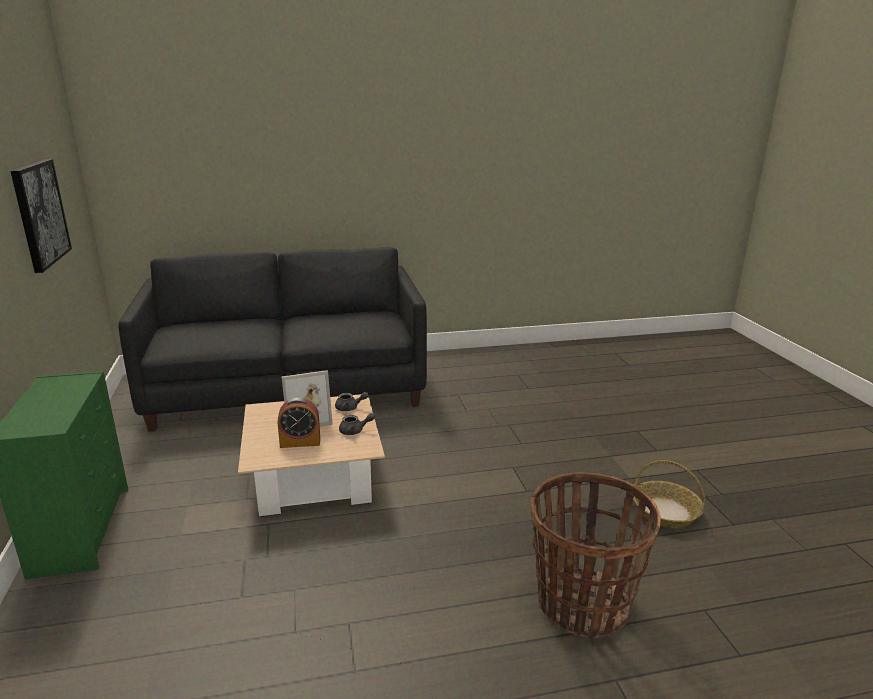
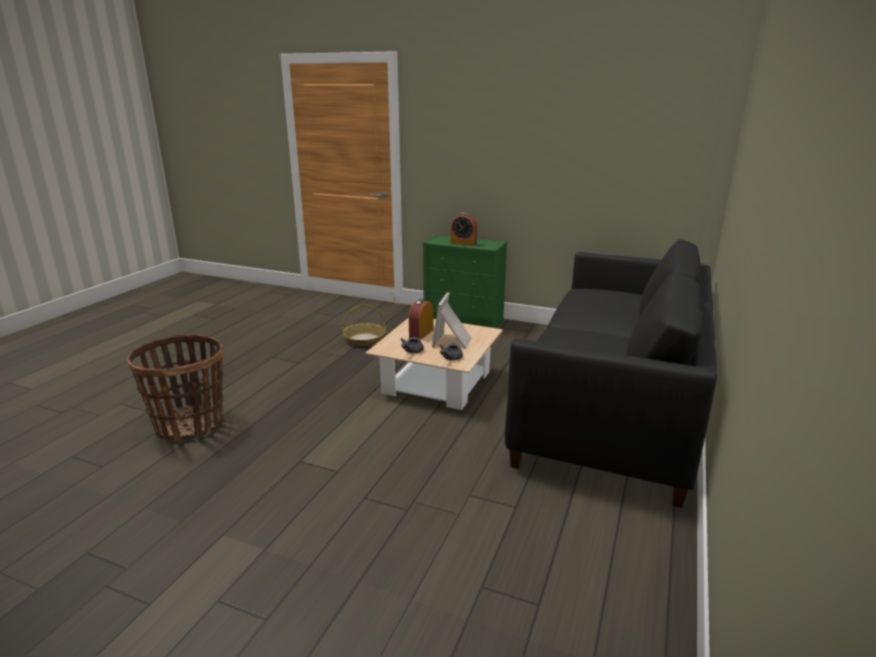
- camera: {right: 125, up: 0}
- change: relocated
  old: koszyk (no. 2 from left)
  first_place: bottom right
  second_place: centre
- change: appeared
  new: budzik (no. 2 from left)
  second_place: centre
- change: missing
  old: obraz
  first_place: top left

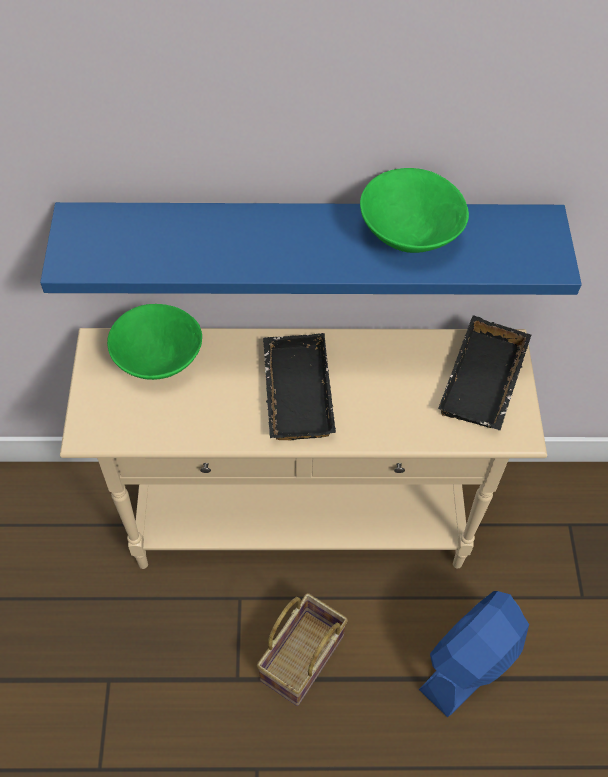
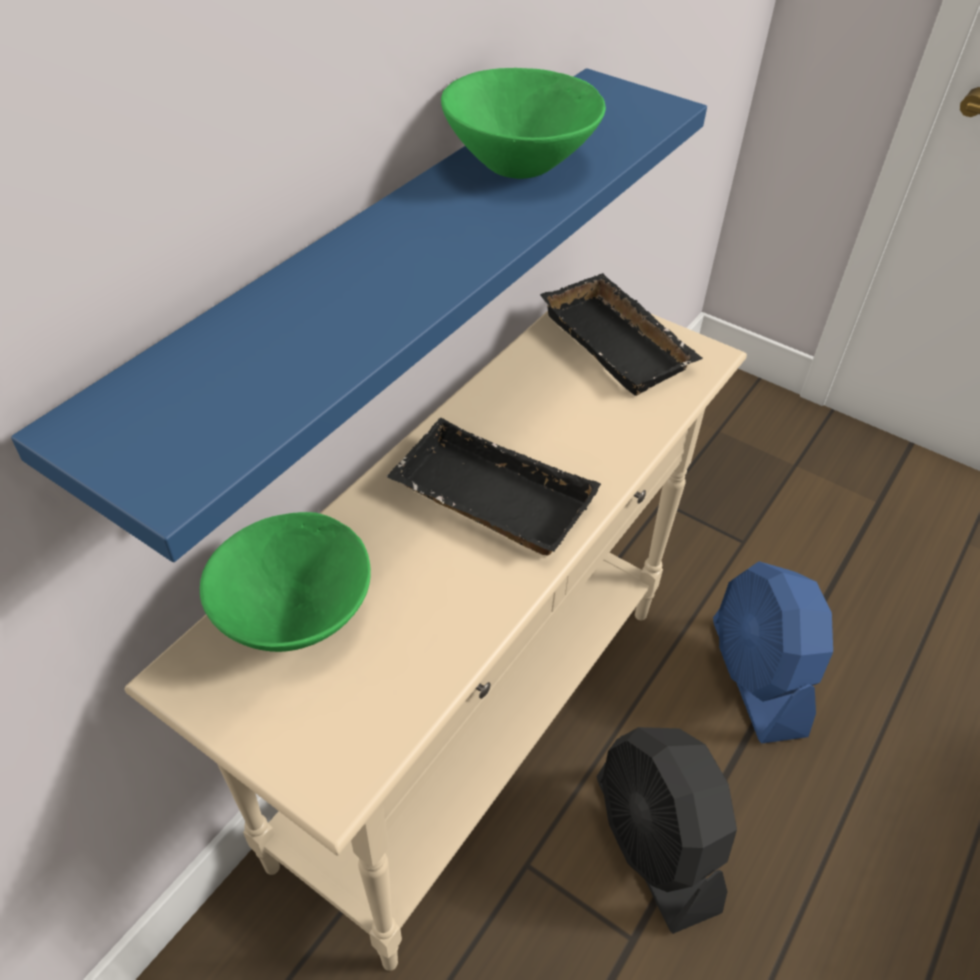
- camera: {right: -55, up: -10}
- change: exchanged
  old: koszyk
  new: wentylator [czarny]
  first_place: bottom centre
  second_place: bottom right

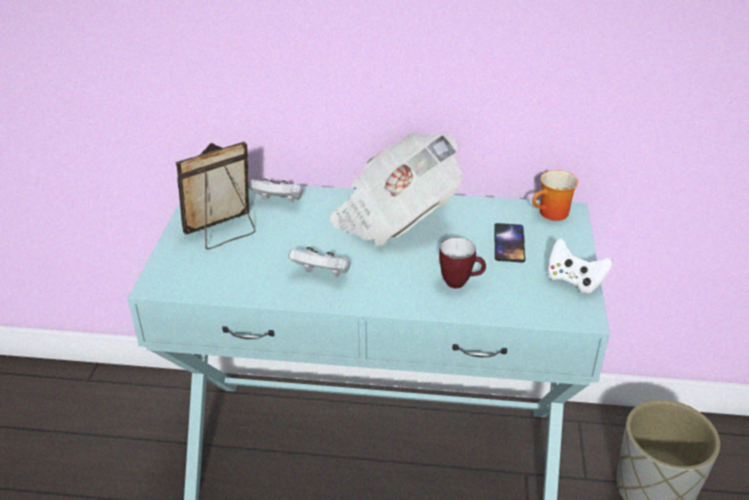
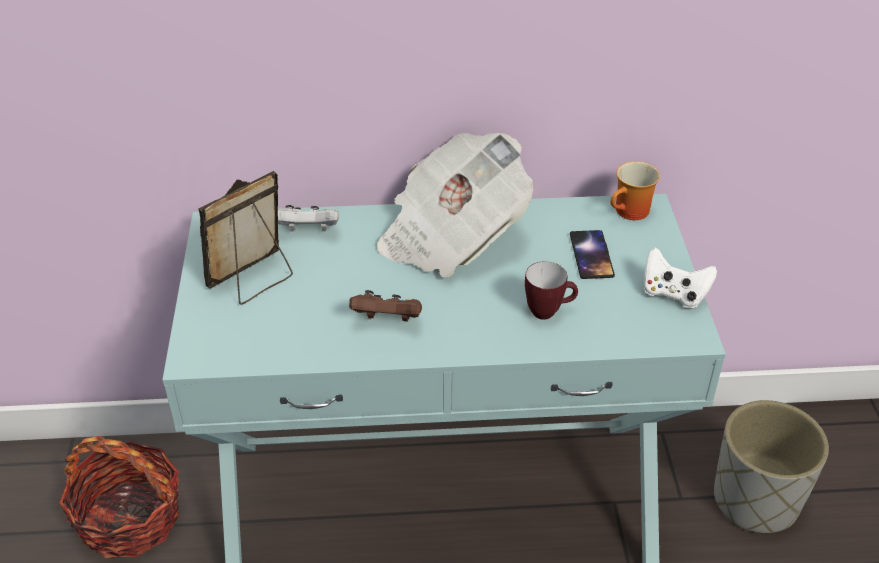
- camera: {right: -10, up: 5}
- change: appeared
  new: koszyk
  second_place: bottom left
- change: colour
  old: pad do gier [biały] (no. 2 from left)
  new: pad do gier [brązowy]
  first_place: centre
  second_place: centre

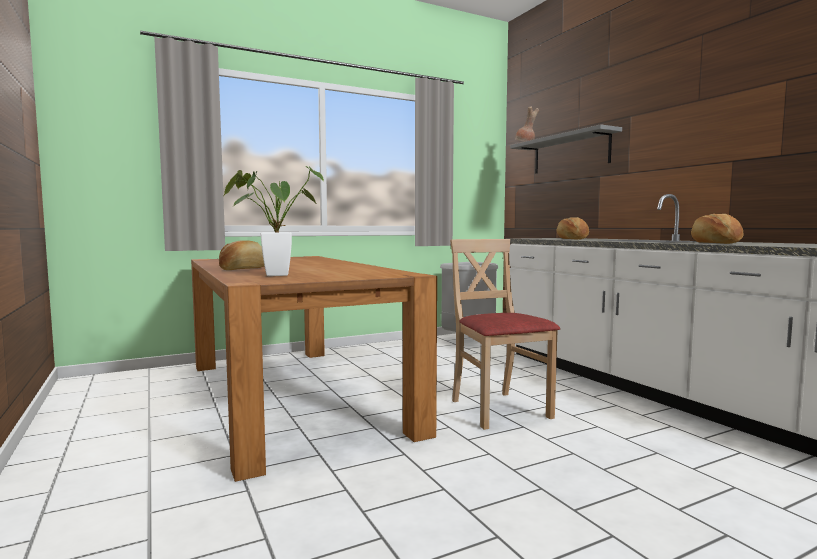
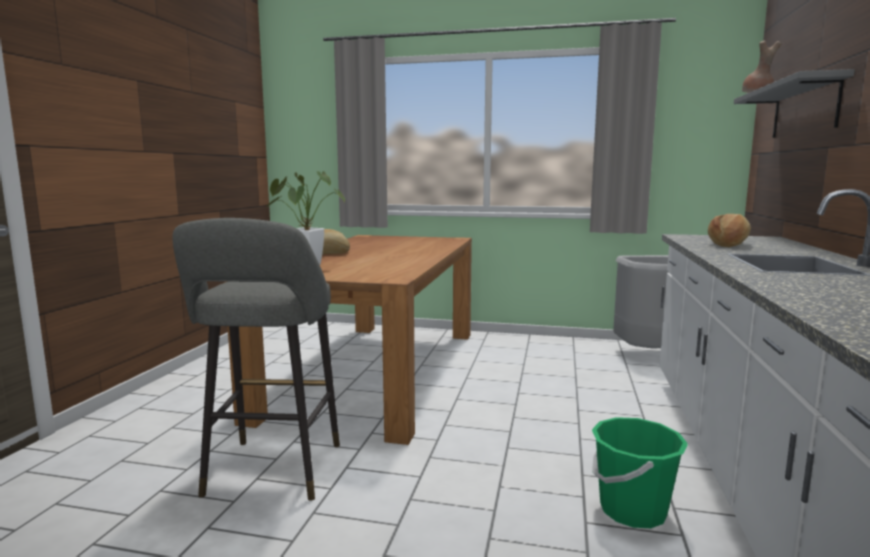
- camera: {right: 40, up: 5}
- change: appeared
  new: stołek [szary]
  second_place: middle left
- change: appeared
  new: wiadro [zielony]
  second_place: bottom right
- change: missing
  old: krzesło [beżowy]
  first_place: centre
- change: missing
  old: chleb (no. 3 from left)
  first_place: middle right

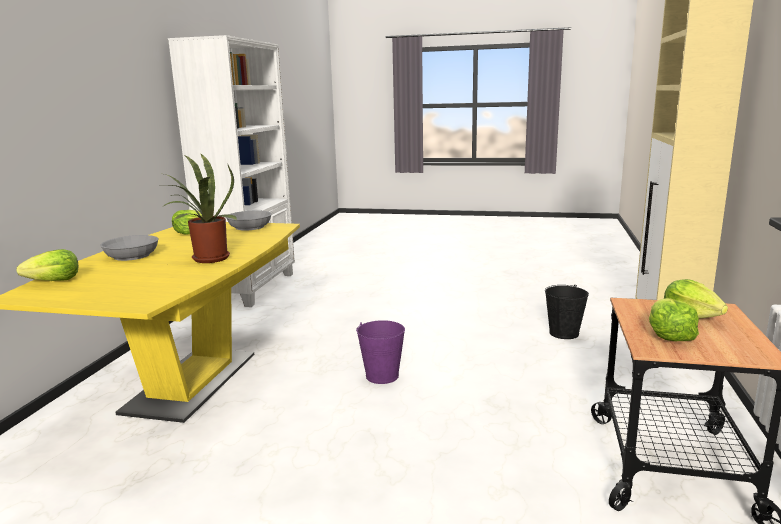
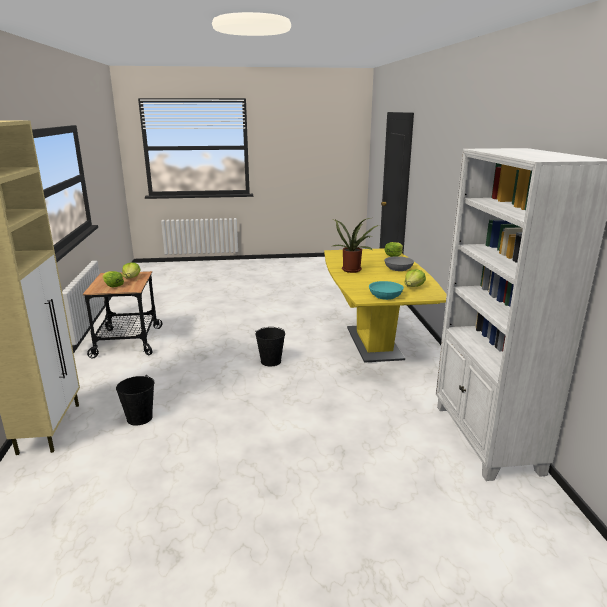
- camera: {right: 160, up: 5}
- change: colour
  old: wiadro [fioletowy]
  new: wiadro [czarny] (no. 2 from left)
  first_place: bottom centre
  second_place: centre
- change: colour
  old: miska [szary] (no. 2 from left)
  new: miska [turkusowy]
  first_place: middle left
  second_place: centre

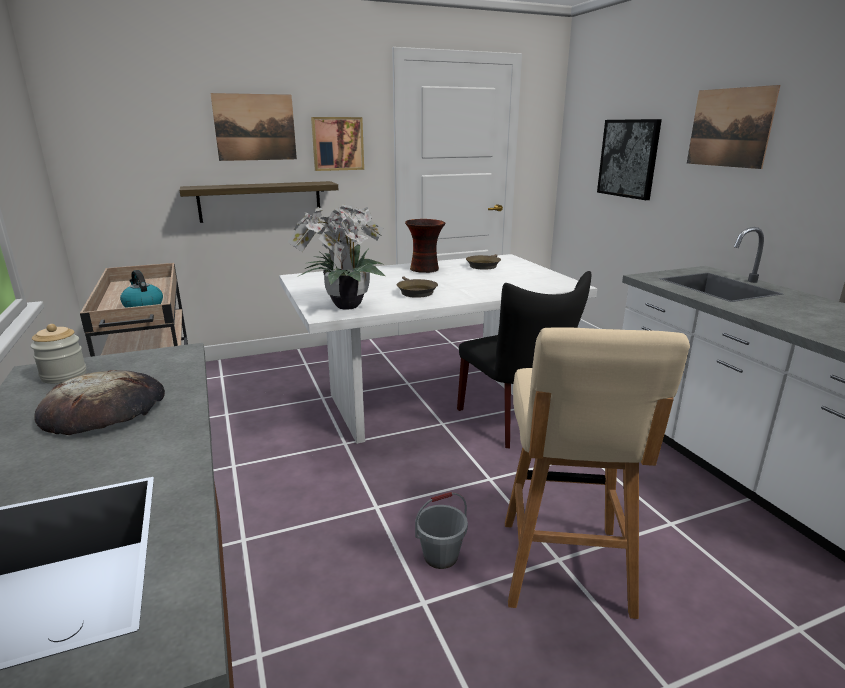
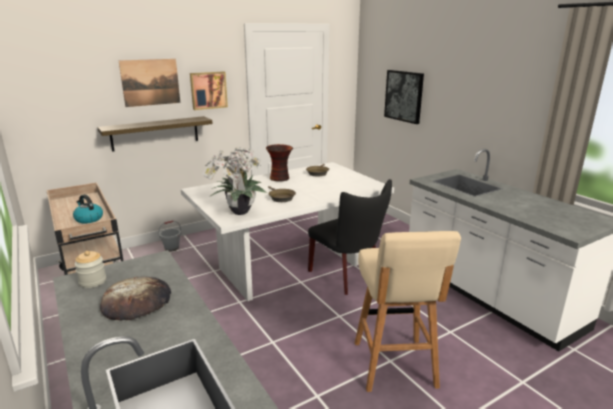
- camera: {right: -10, up: 0}
- change: relocated
  old: wiadro [szary]
  first_place: bottom centre
  second_place: middle left
- change: missing
  old: obraz (no. 4 from left)
  first_place: top right

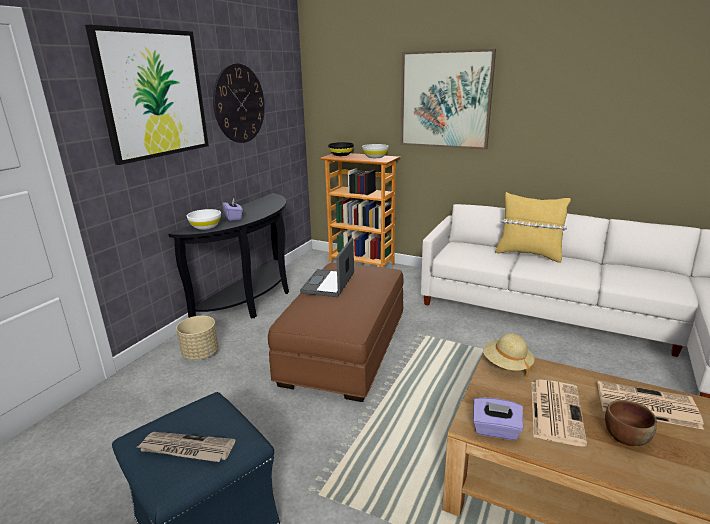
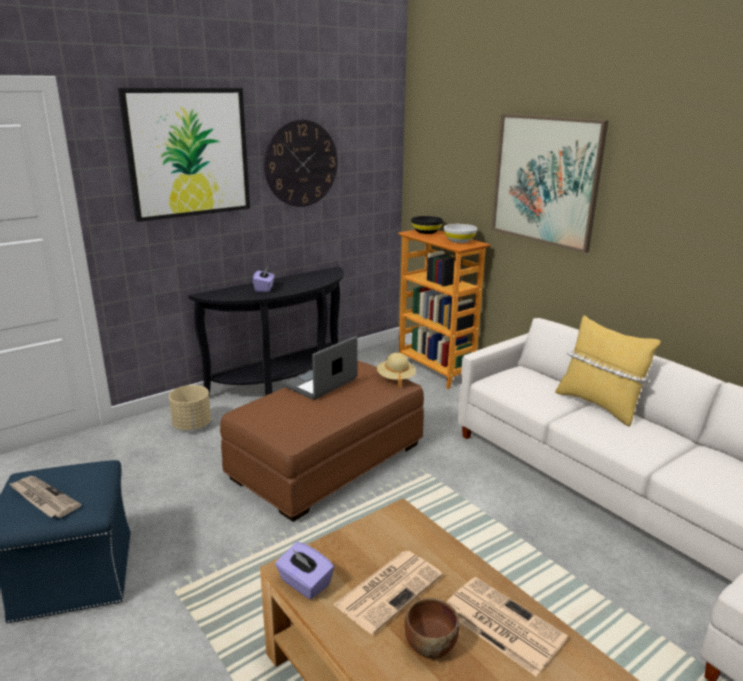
- camera: {right: 25, up: 0}
- change: relocated
  old: kapelusz [beżowy]
  first_place: bottom right
  second_place: centre
- change: missing
  old: miska [biały] (no. 1 from left)
  first_place: middle left

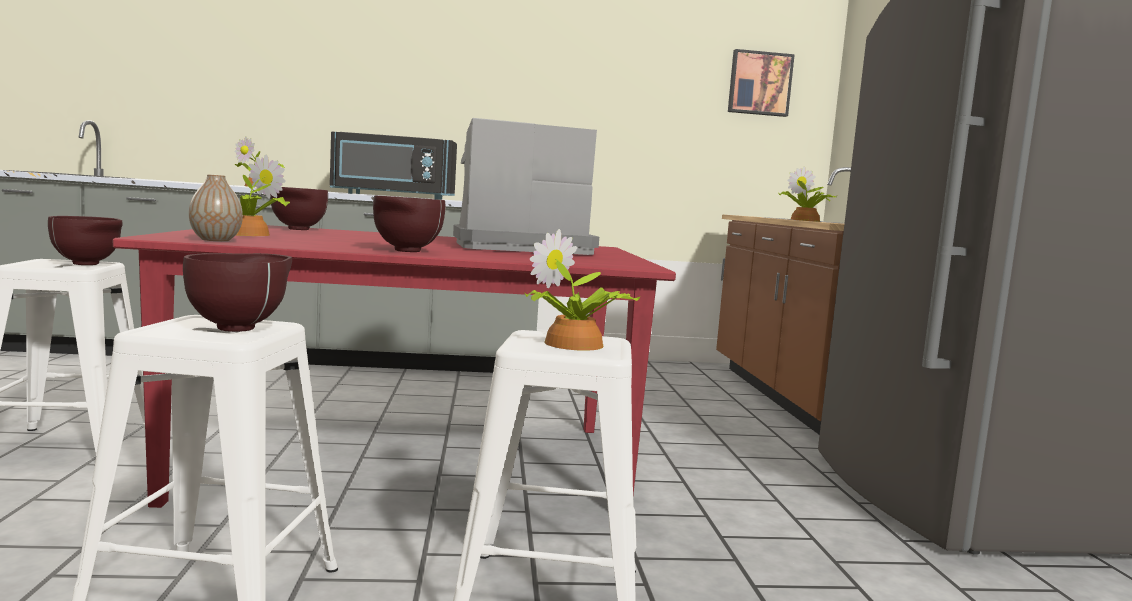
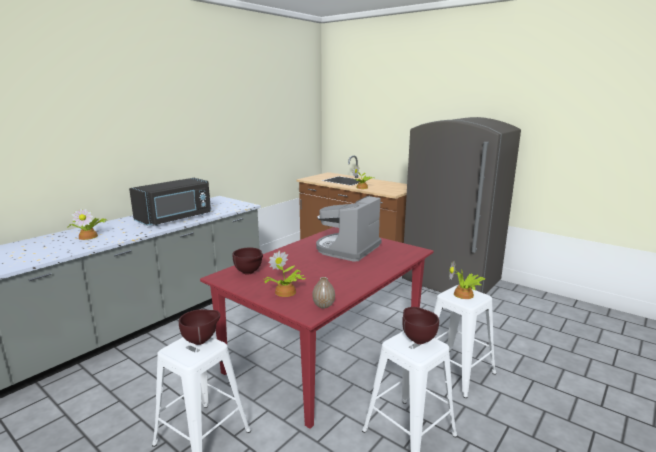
- camera: {right: -45, up: 10}
- change: missing
  old: miska [brązowy] (no. 4 from left)
  first_place: centre
- change: missing
  old: obraz
  first_place: top right

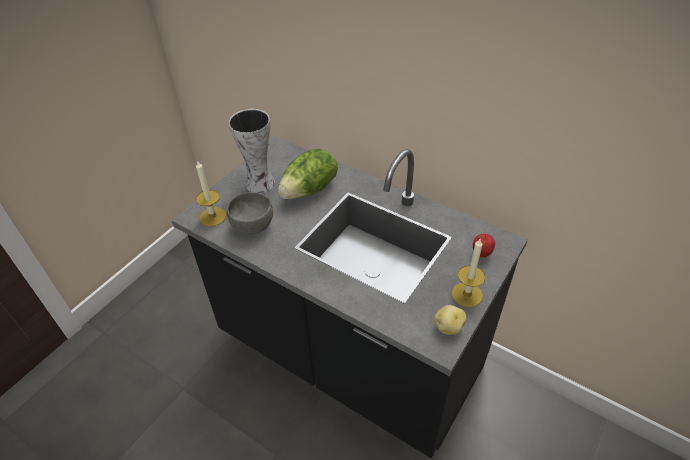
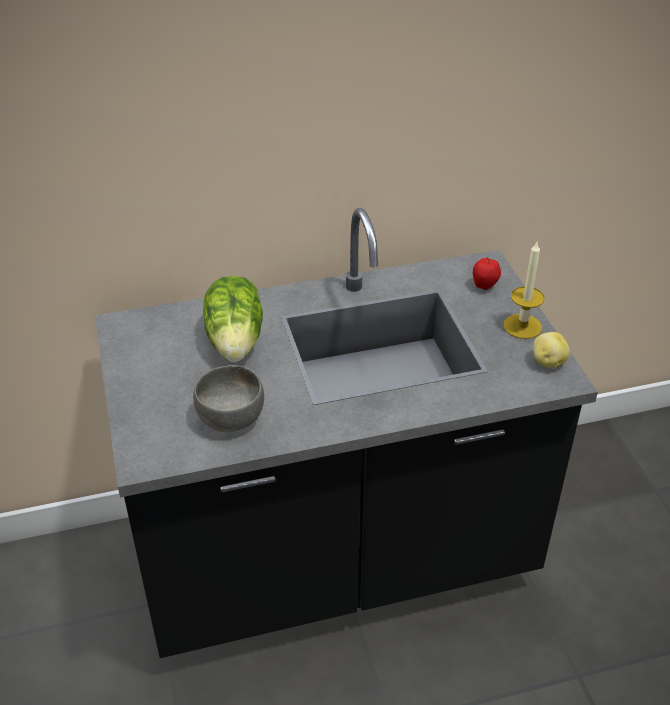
- camera: {right: -50, up: -5}
- change: missing
  old: świeca (no. 1 from left)
  first_place: middle left
- change: missing
  old: wazon
  first_place: top centre

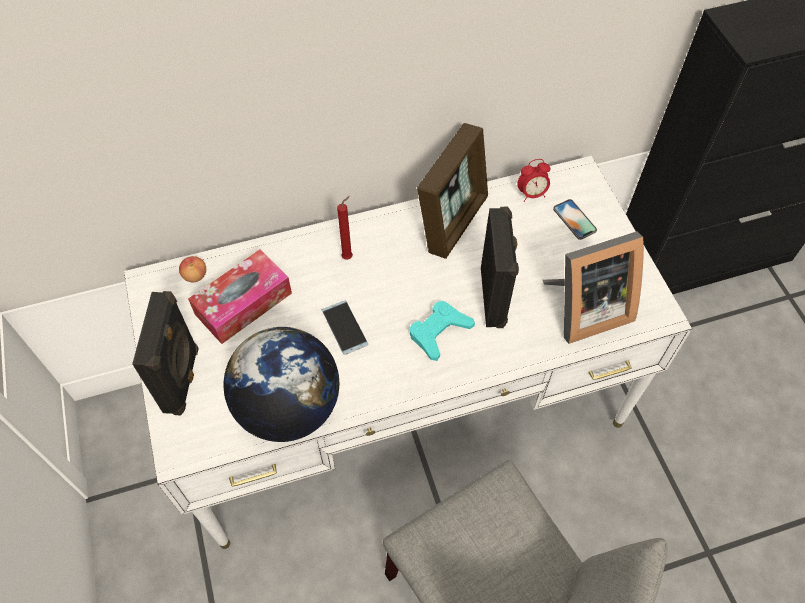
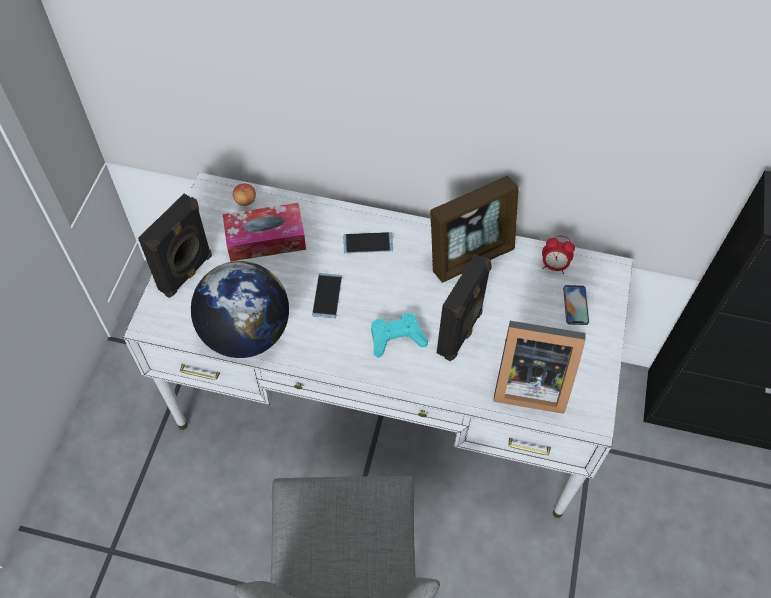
- camera: {right: 30, up: 0}
- change: exchanged
  old: świeca [czerwony]
  new: telefon (no. 2 from left)
  first_place: centre
  second_place: centre

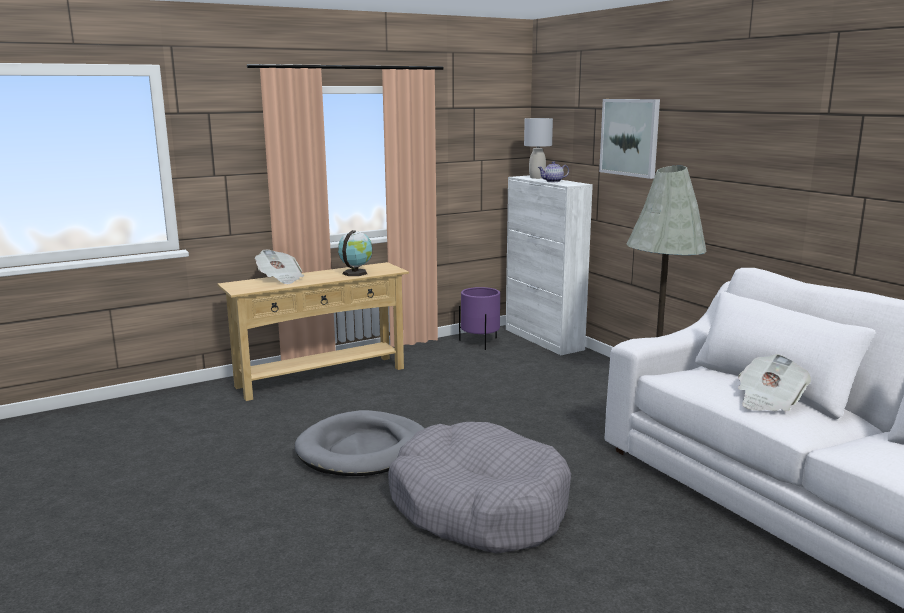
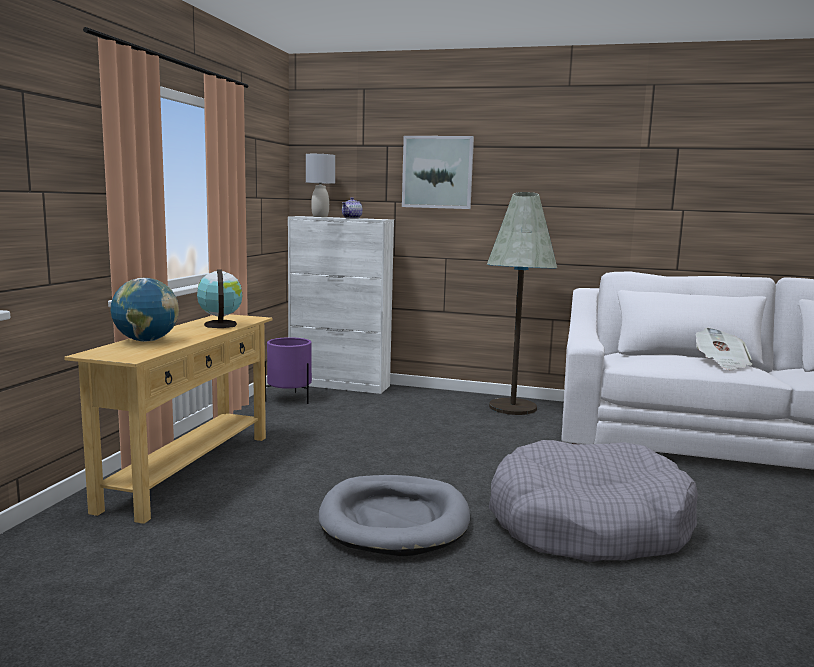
- camera: {right: -45, up: -5}
- change: exchanged
  old: gazeta (no. 1 from left)
  new: globus (no. 1 from left)
  first_place: middle left
  second_place: middle left

